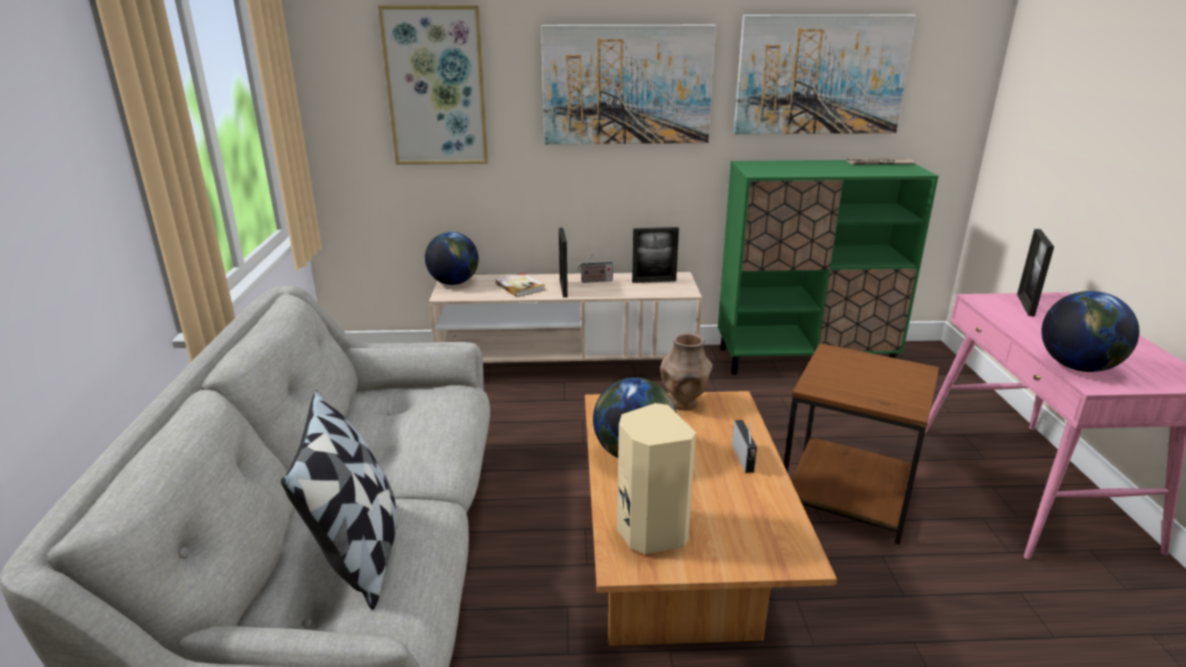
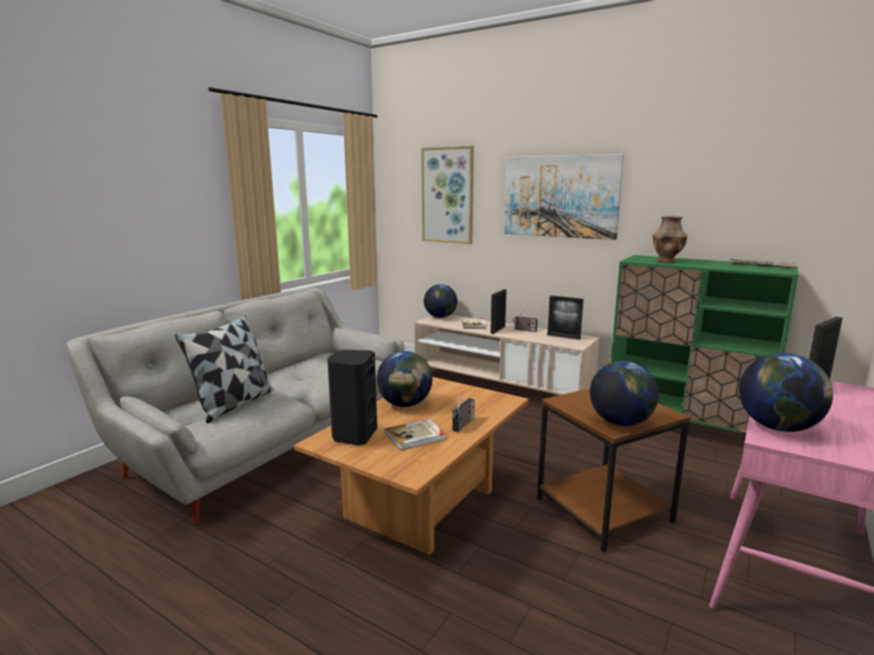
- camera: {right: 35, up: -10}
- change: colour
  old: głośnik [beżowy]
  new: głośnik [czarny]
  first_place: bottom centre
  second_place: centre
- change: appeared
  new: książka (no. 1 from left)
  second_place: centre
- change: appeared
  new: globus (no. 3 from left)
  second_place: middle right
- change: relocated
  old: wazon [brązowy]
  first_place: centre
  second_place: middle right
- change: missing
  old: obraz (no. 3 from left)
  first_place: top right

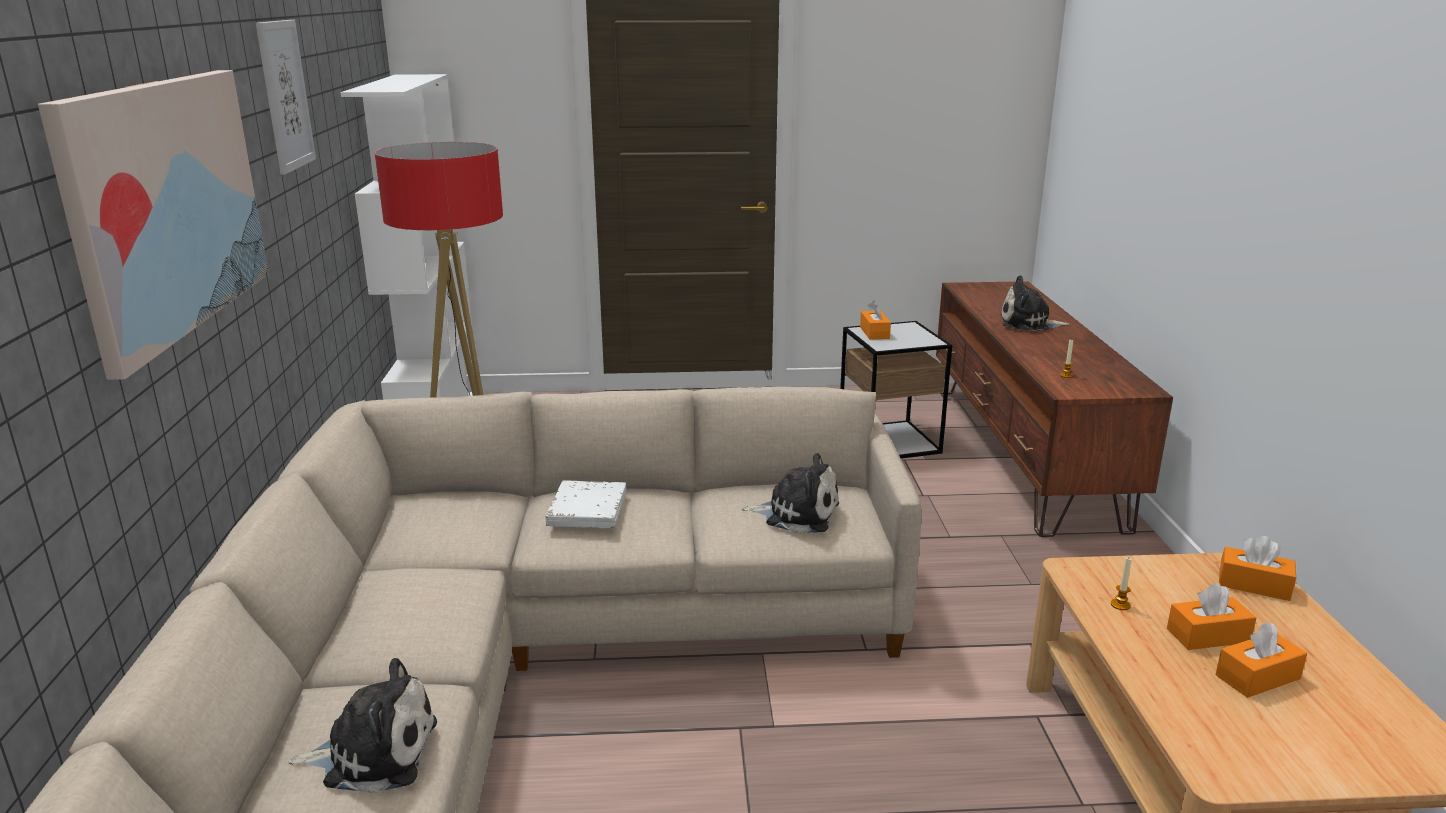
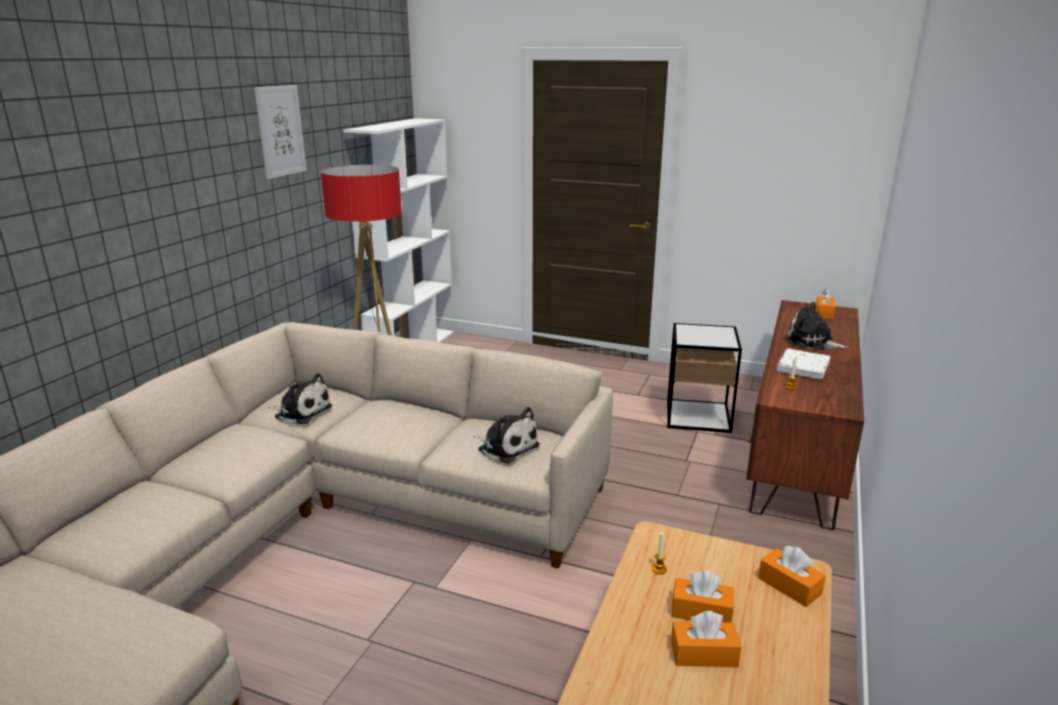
- camera: {right: 25, up: 0}
- change: relocated
  old: pluszak (no. 1 from left)
  first_place: bottom left
  second_place: middle left
- change: relocated
  old: książka [biały]
  first_place: centre
  second_place: middle right
- change: relocated
  old: pudełko chusteczek [pomarańczowy] (no. 1 from left in the first image)
  new: pudełko chusteczek [pomarańczowy] (no. 4 from left)
  first_place: centre
  second_place: middle right
- change: missing
  old: obraz (no. 1 from left)
  first_place: top left

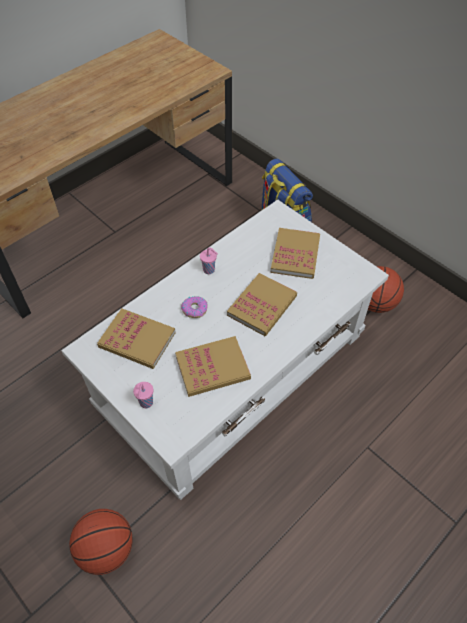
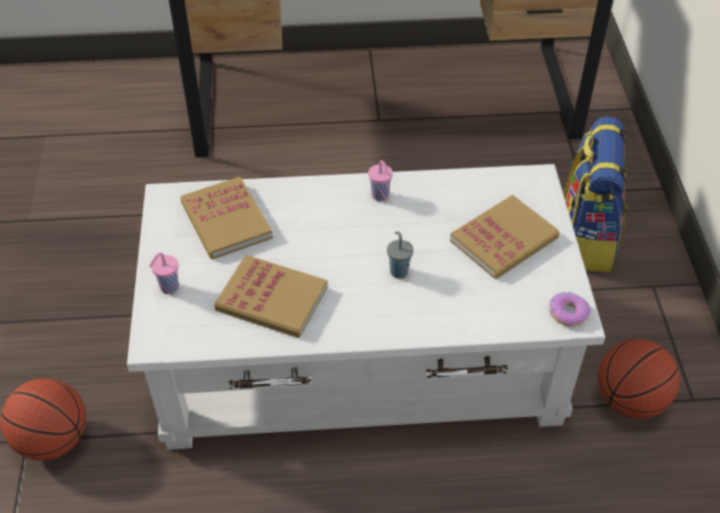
- camera: {right: 40, up: -5}
- change: exchanged
  old: książka (no. 3 from left)
  new: filiżanka [szary]
  first_place: centre
  second_place: centre
- change: relocated
  old: donut
  first_place: centre
  second_place: middle right

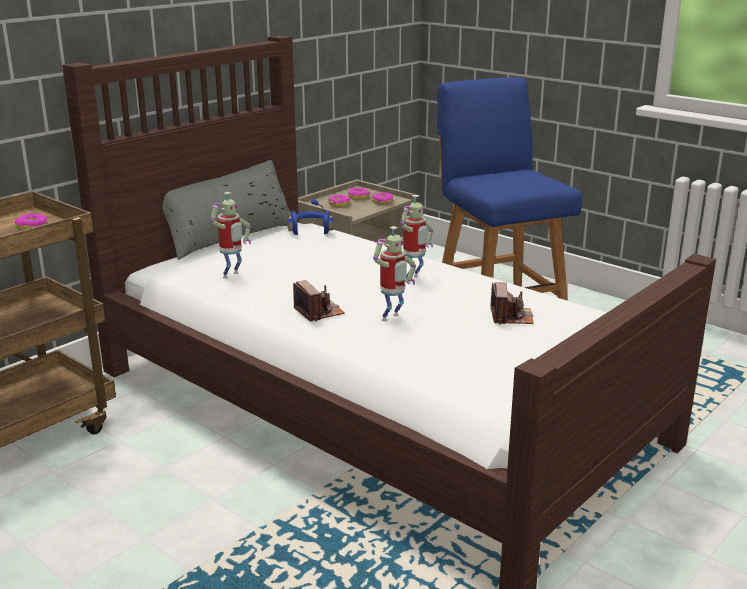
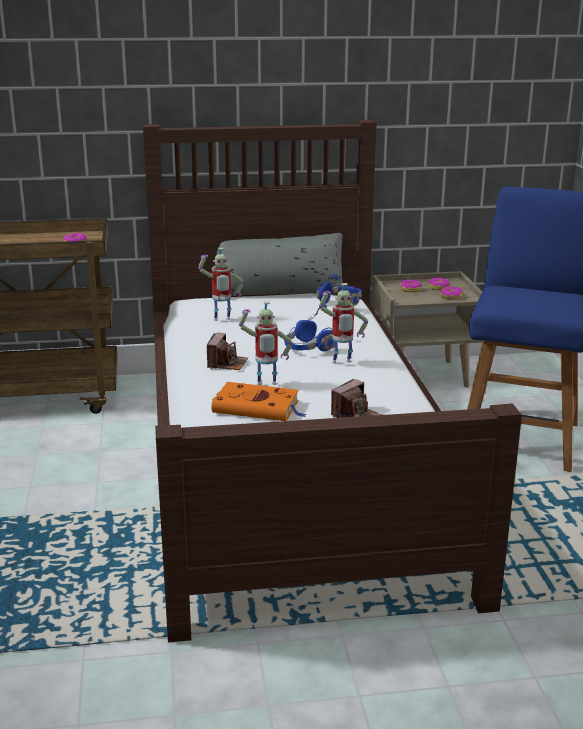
- camera: {right: 40, up: 0}
- change: appeared
  new: książka [pomarańczowy]
  second_place: centre
- change: appeared
  new: słuchawki [niebieski] (no. 1 from left)
  second_place: centre

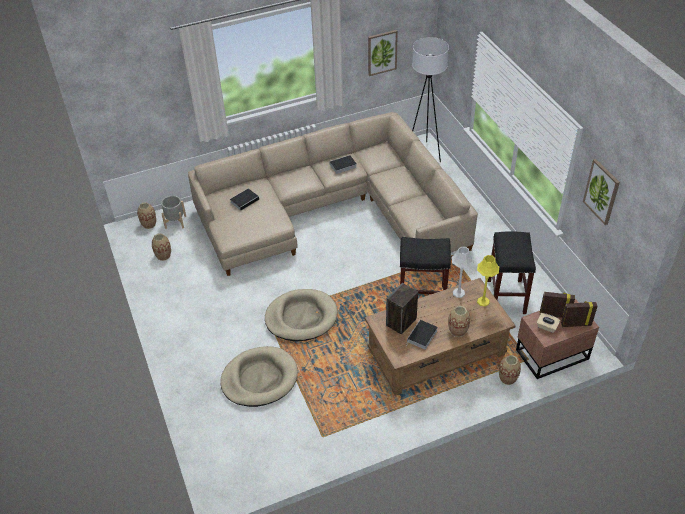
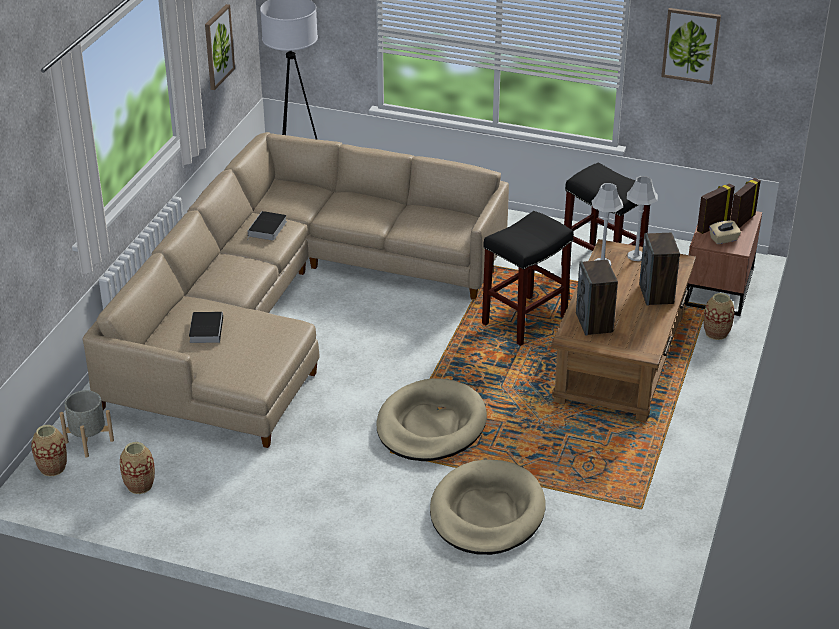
- camera: {right: -50, up: -10}
- change: colour
  old: lampa stołowa [żółty]
  new: lampa stołowa [szary] (no. 2 from left)
  first_place: middle right
  second_place: middle right
- change: exchanged
  old: wazon (no. 3 from left)
  new: głośnik (no. 2 from left)
  first_place: middle right
  second_place: middle right
- change: missing
  old: książka (no. 3 from left)
  first_place: centre

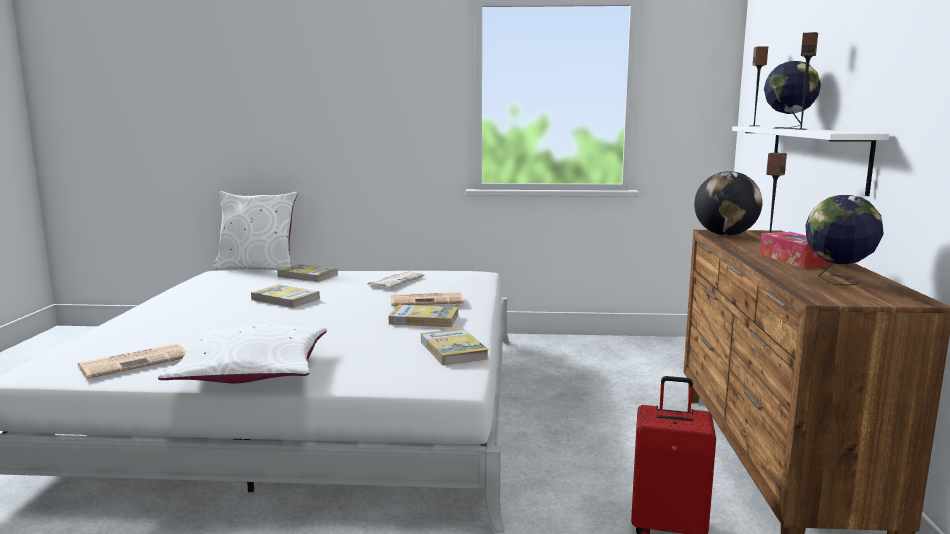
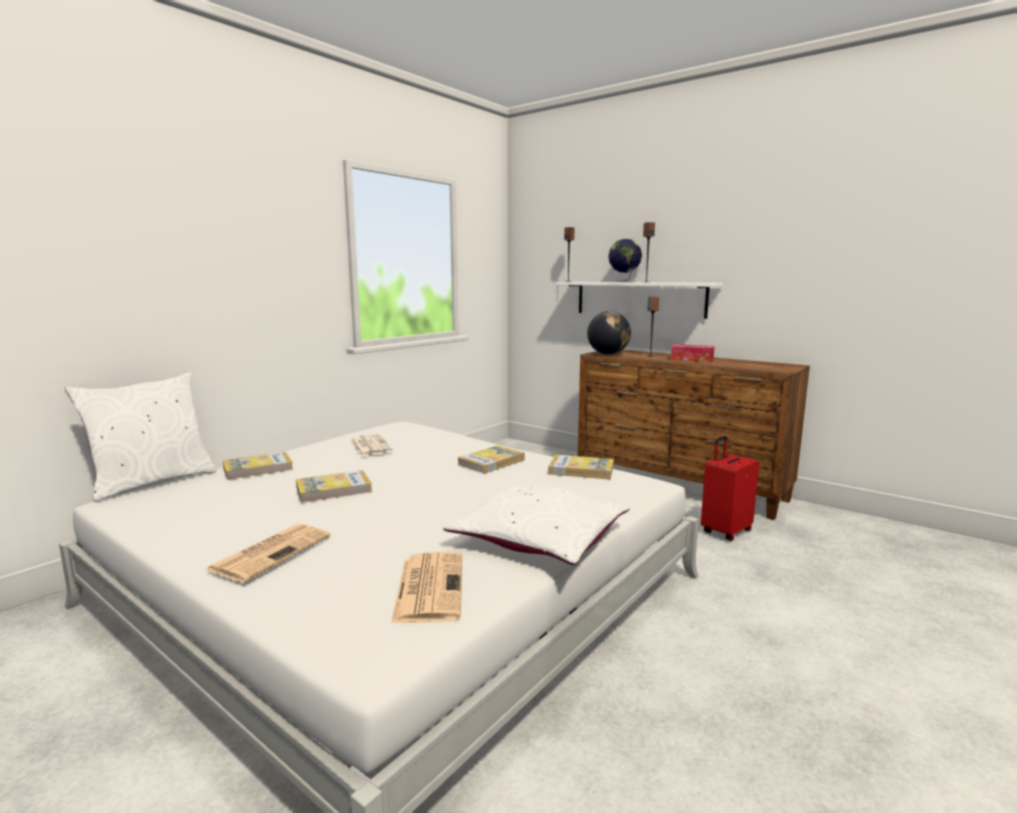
- camera: {right: -55, up: 0}
- change: relocated
  old: gazeta (no. 3 from left in the first image)
  new: gazeta (no. 1 from left)
  first_place: centre
  second_place: bottom left
- change: missing
  old: globus (no. 3 from left)
  first_place: middle right

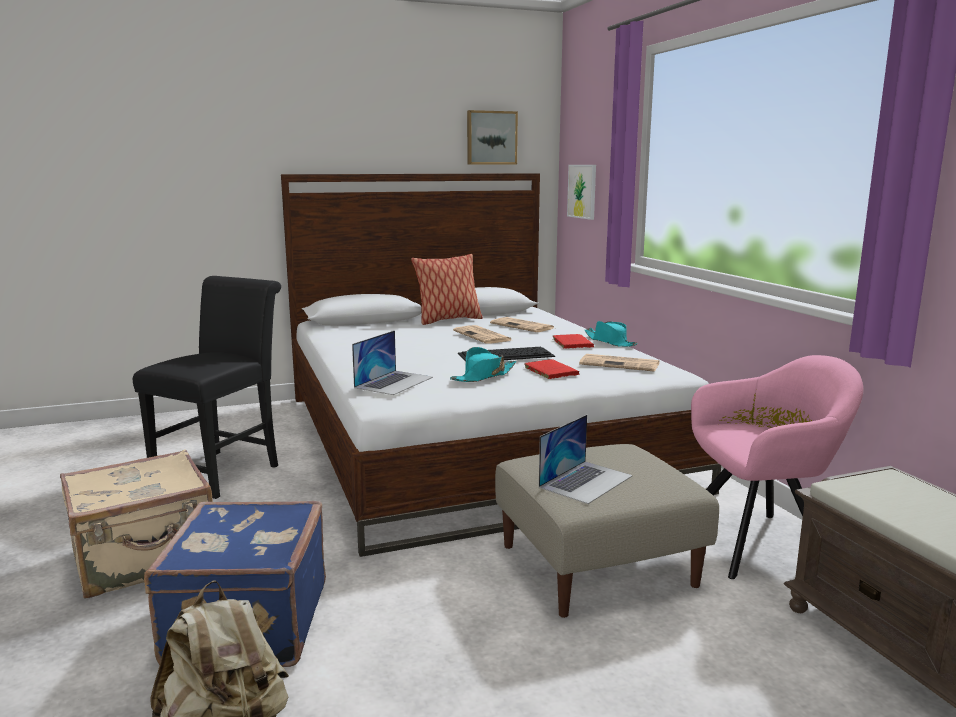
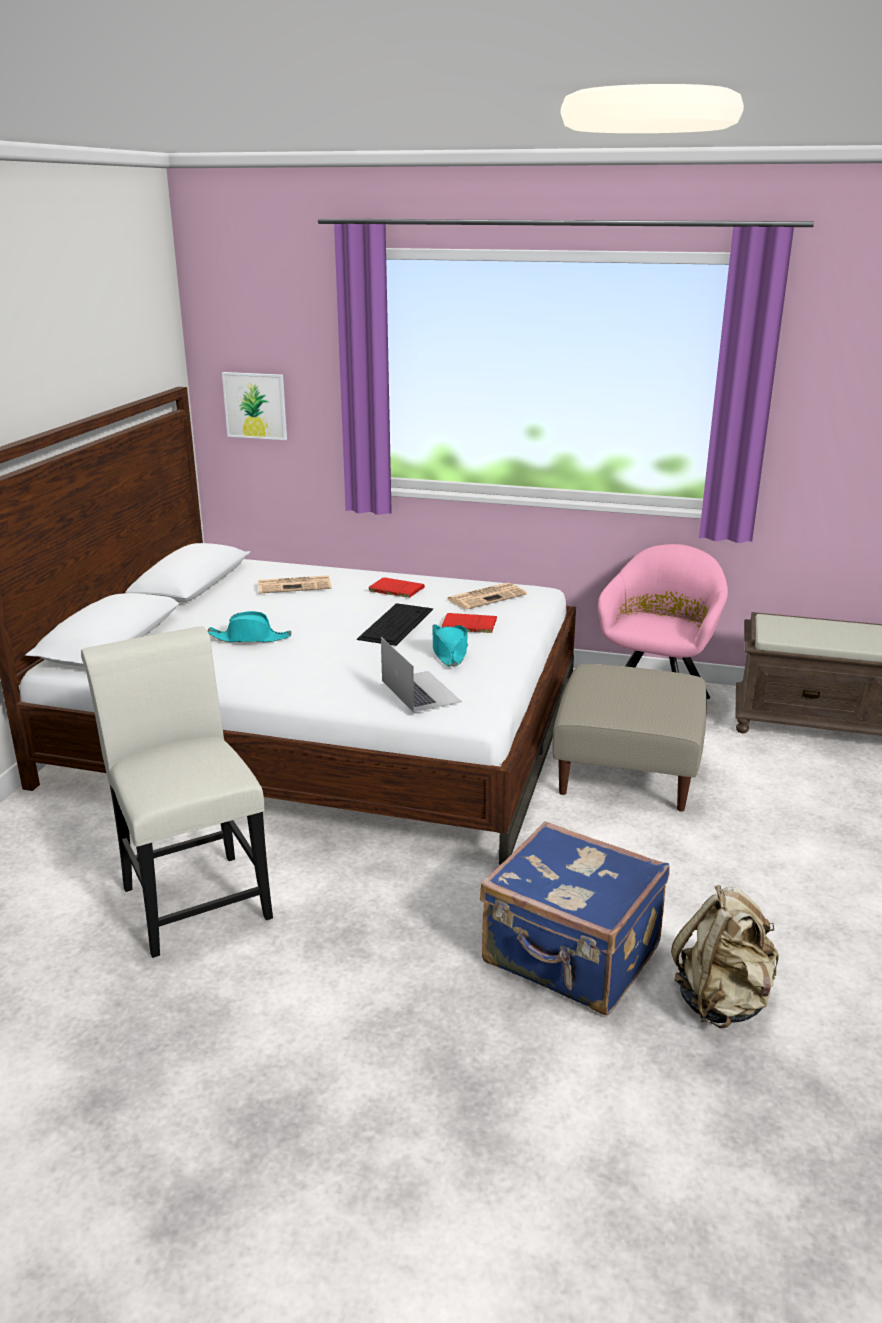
- camera: {right: -55, up: 10}
- change: colour
  old: krzesło [czarny]
  new: krzesło [biały]
  first_place: middle left
  second_place: middle left
- change: relocated
  old: kapelusz [turkusowy] (no. 2 from left in the first image)
  new: kapelusz [turkusowy] (no. 1 from left)
  first_place: centre
  second_place: middle left
- change: missing
  old: walizka [beżowy]
  first_place: bottom left
- change: missing
  old: poduszka
  first_place: centre
- change: missing
  old: gazeta (no. 1 from left)
  first_place: centre
- change: missing
  old: obraz (no. 1 from left)
  first_place: top centre
- change: missing
  old: laptop (no. 2 from left)
  first_place: centre

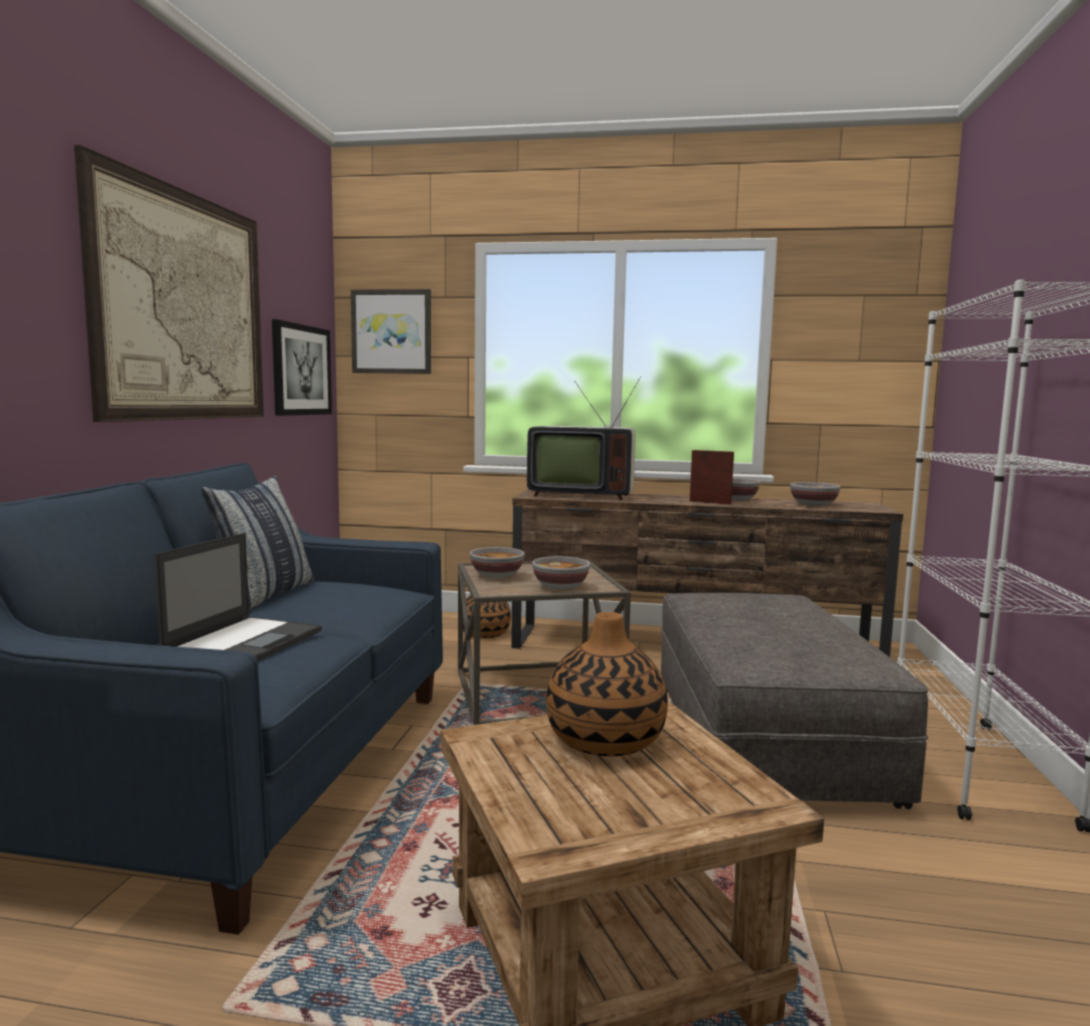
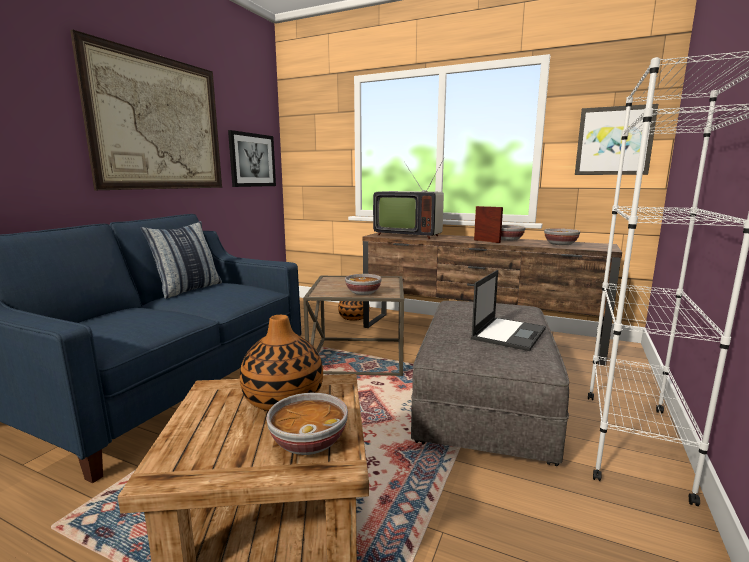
- camera: {right: 15, up: 5}
- change: relocated
  old: miska (no. 1 from left)
  first_place: centre
  second_place: bottom centre
- change: relocated
  old: laptop
  first_place: middle left
  second_place: middle right
- change: relocated
  old: obraz (no. 3 from left)
  first_place: top centre
  second_place: top right

